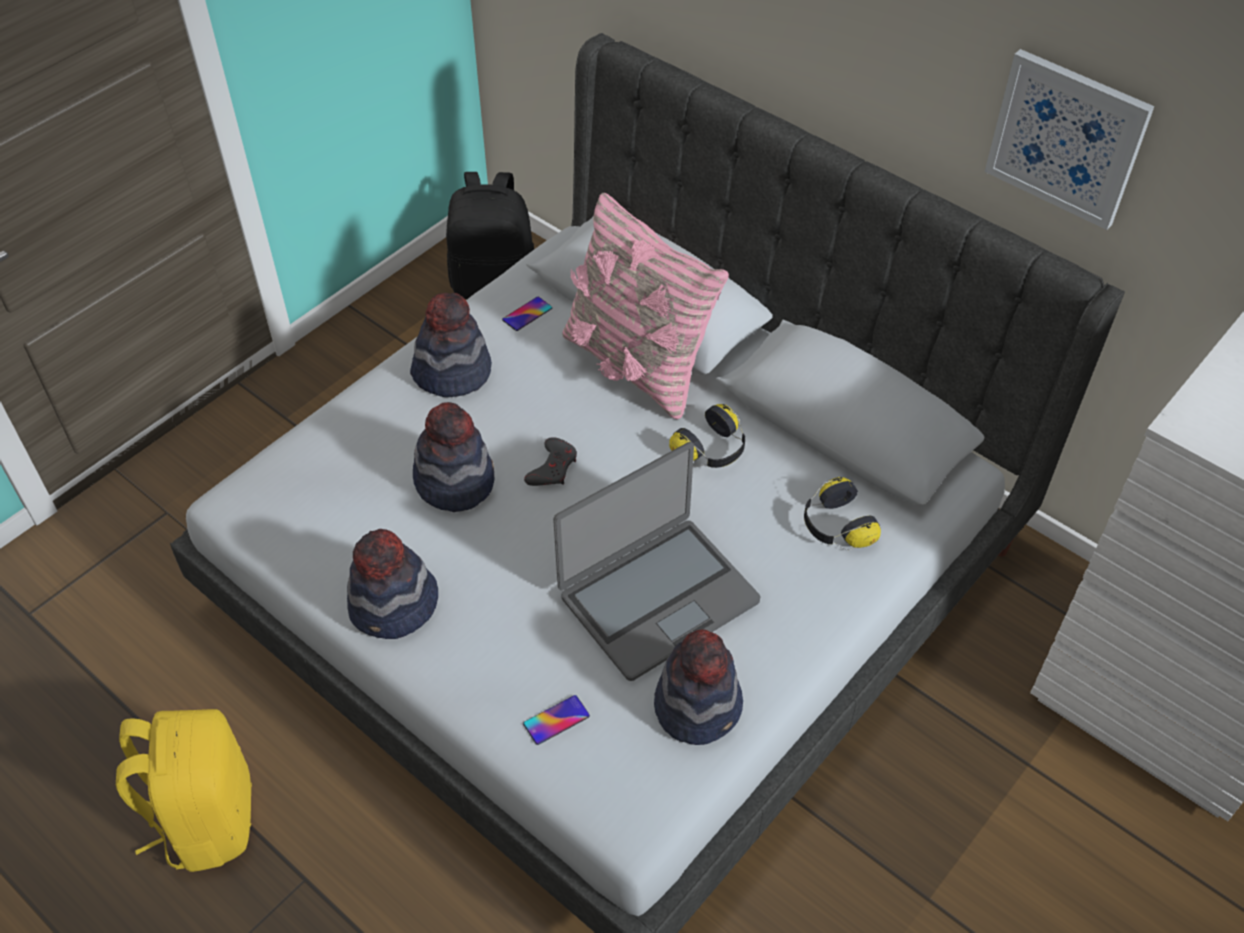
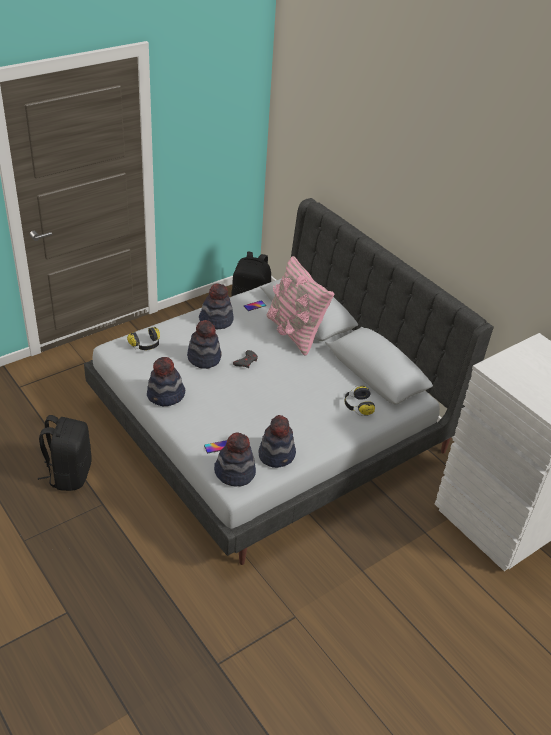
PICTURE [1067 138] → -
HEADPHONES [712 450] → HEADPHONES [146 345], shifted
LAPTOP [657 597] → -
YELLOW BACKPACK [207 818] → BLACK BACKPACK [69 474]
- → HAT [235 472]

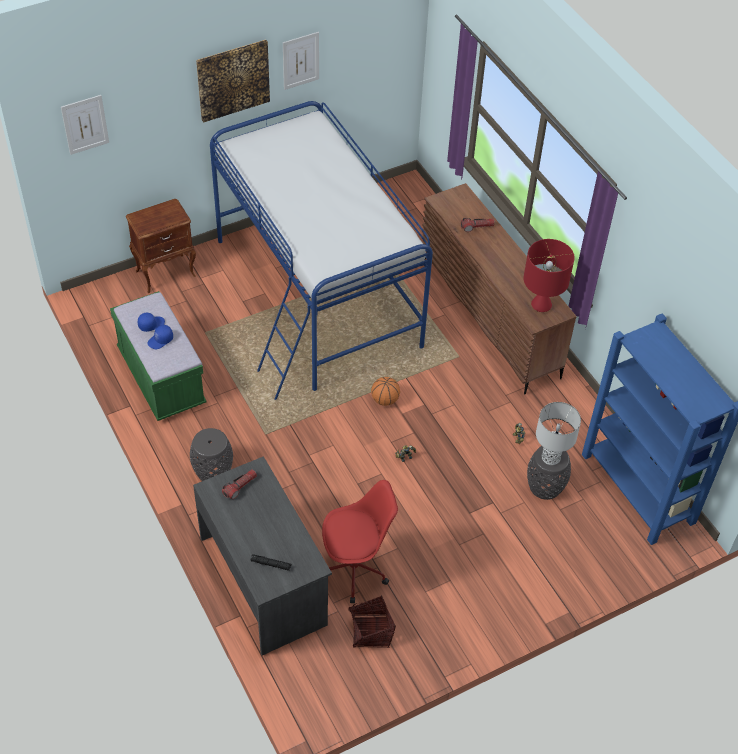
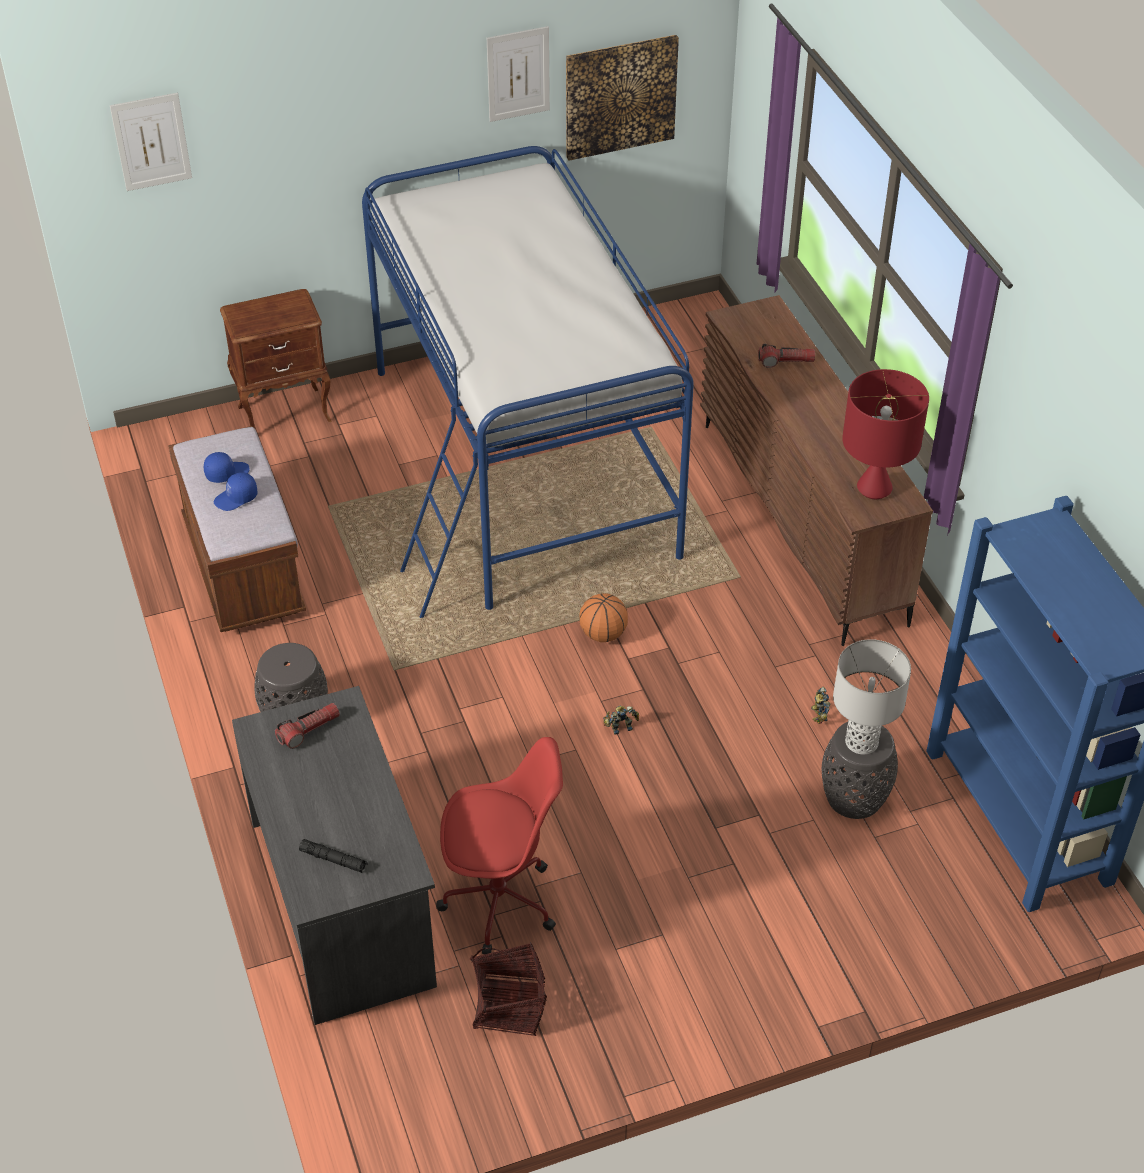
PICTURE [233 80] → PICTURE [620 96], shifted
GREEN BENCH [161 378] → BROWN BENCH [243 569]

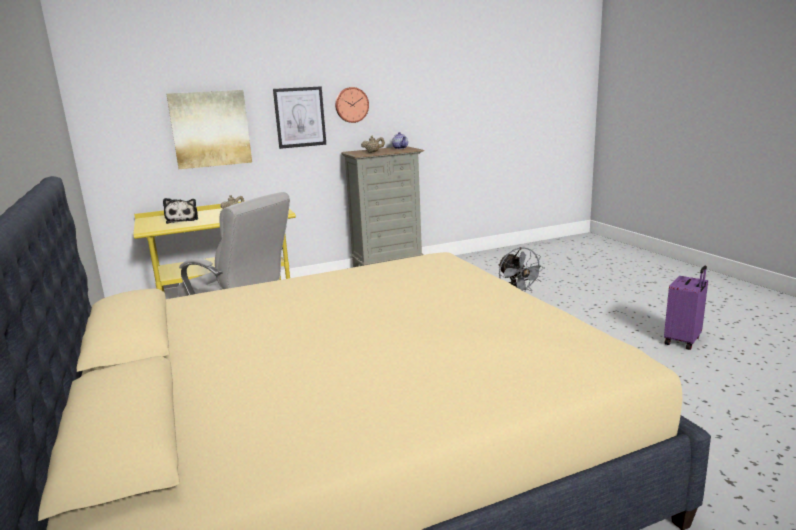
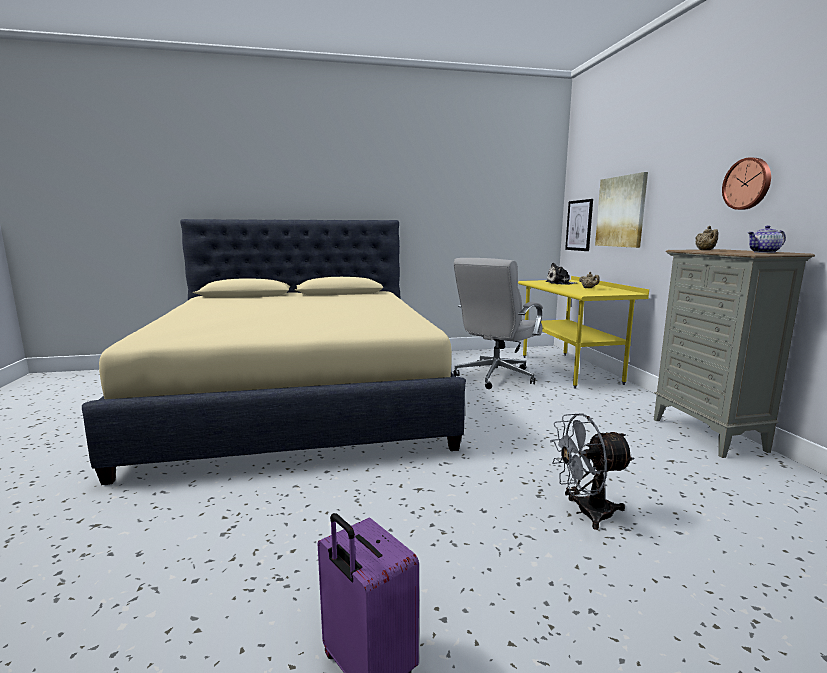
PICTURE [300 117] → PICTURE [579 225], shifted

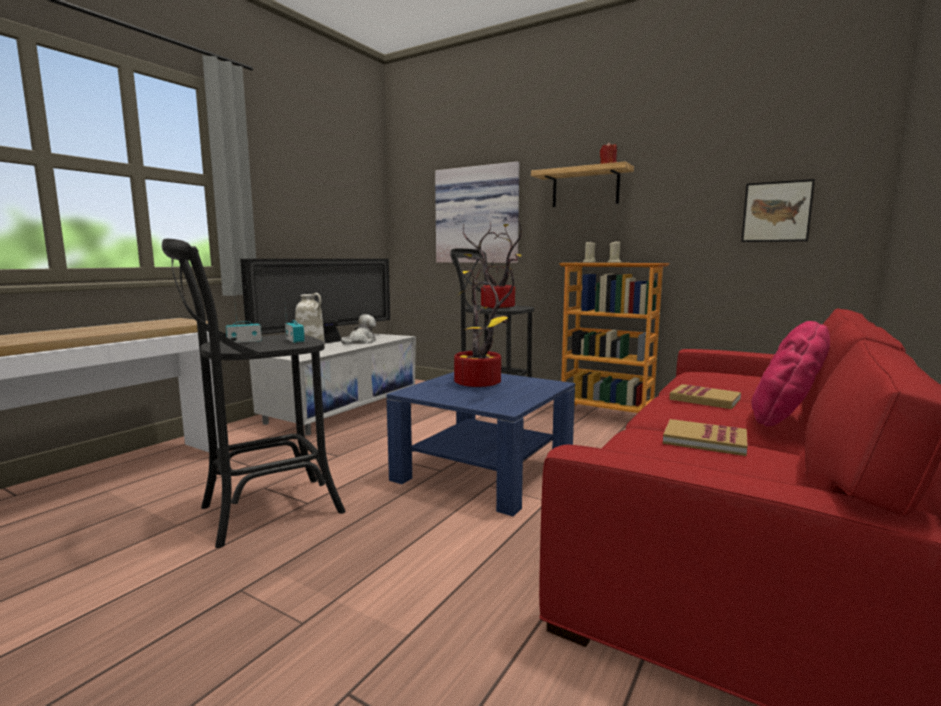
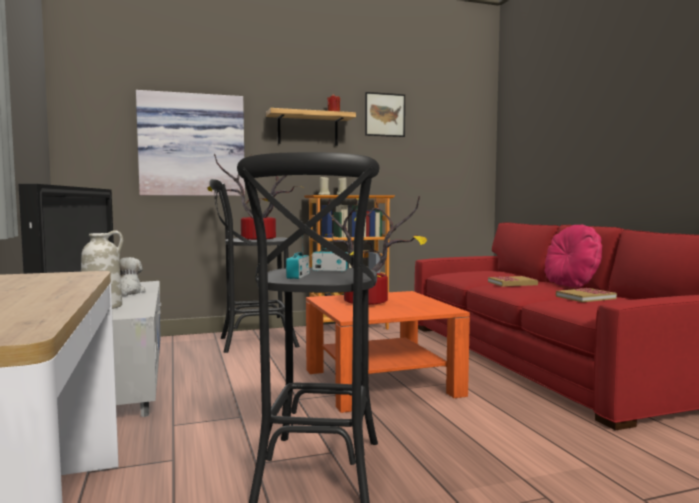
PICTURE [776 211] → PICTURE [385 115], shifted
BLUE COFFEE TABLE [484 471] → ORANGE COFFEE TABLE [381 382]

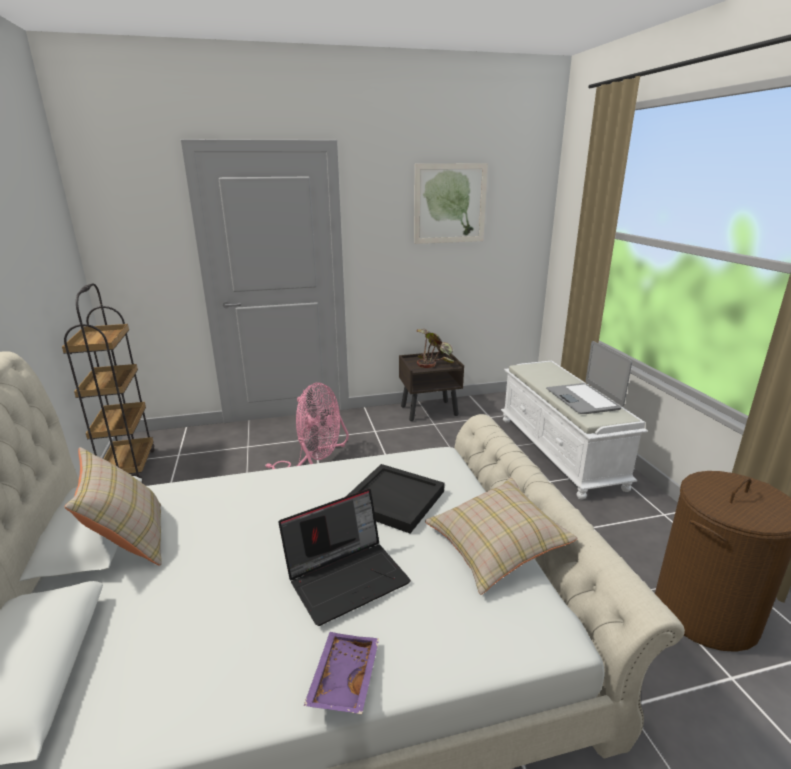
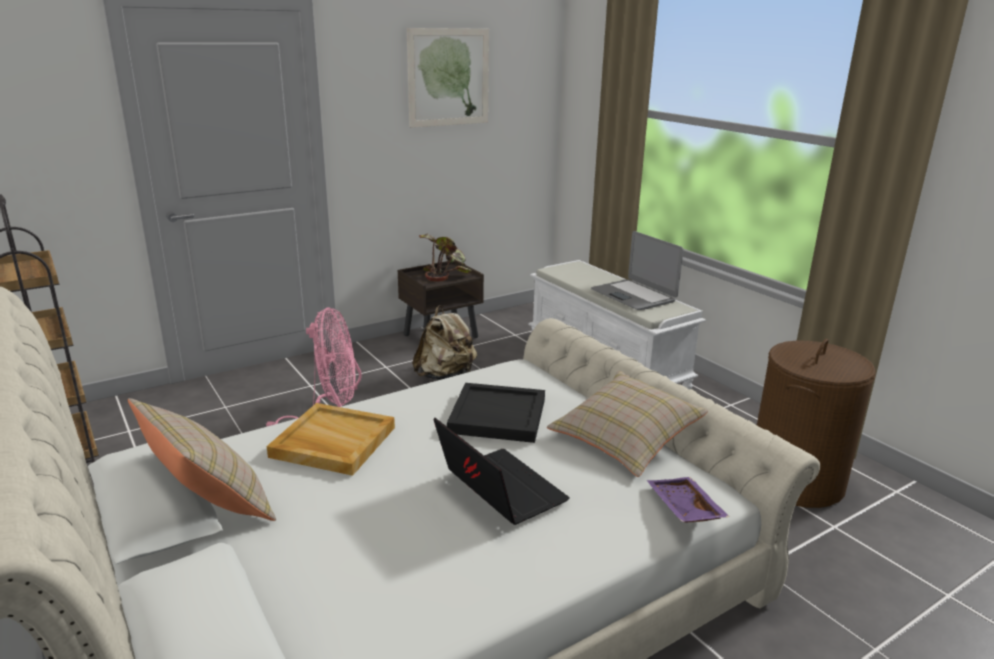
LAPTOP [347 576] → LAPTOP [498 489], 75 degrees counterclockwise
PURPLE TRAY [343 679] → PURPLE TRAY [682 509], shifted
- → BEIGE BACKPACK [445 376]
- → BEIGE TRAY [332 442]

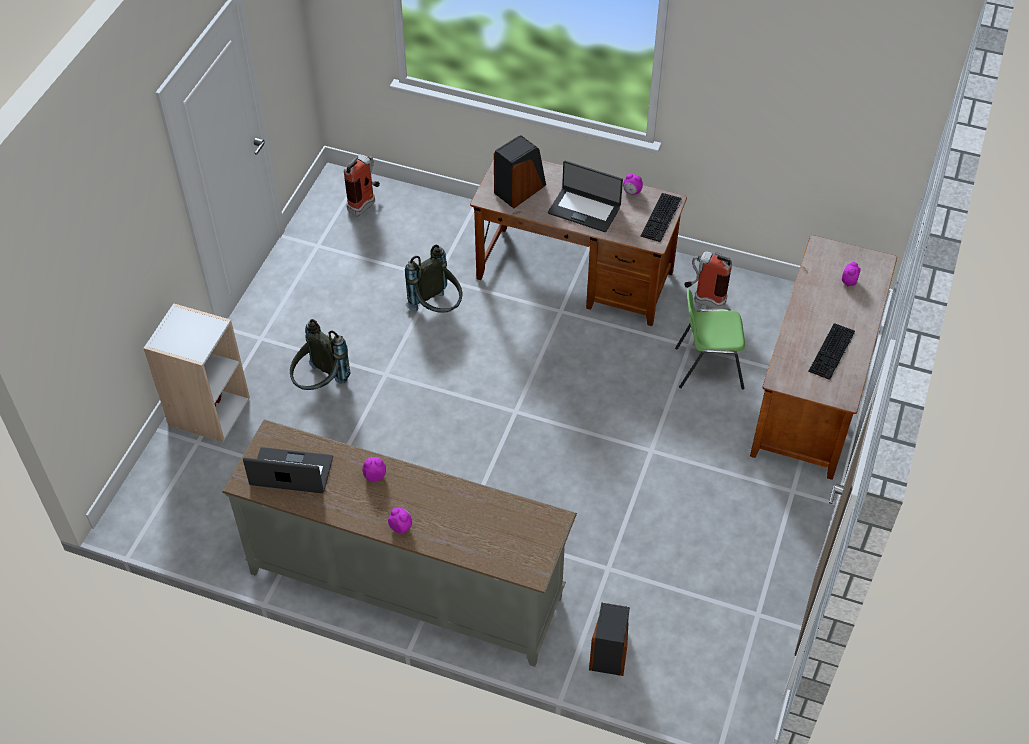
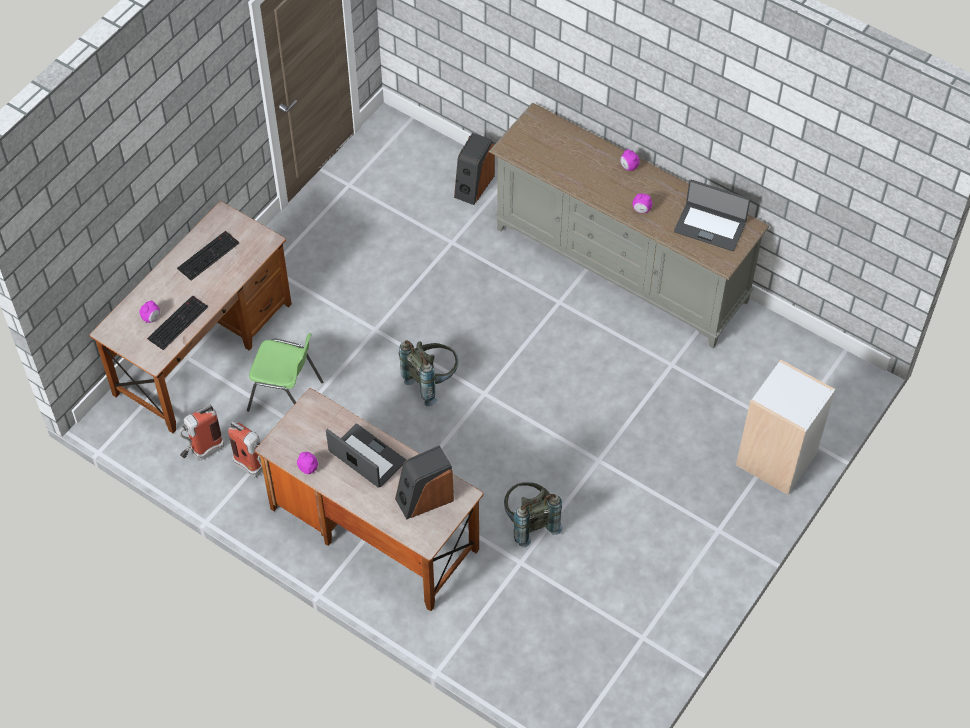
FIRE EXTINGUISHER [365 204] → FIRE EXTINGUISHER [202 452], shifted
KEYBOARD [661 218] → KEYBOARD [177 322], shifted
GREY BACKPACK [320 384] → GREY BACKPACK [431 381], shifted

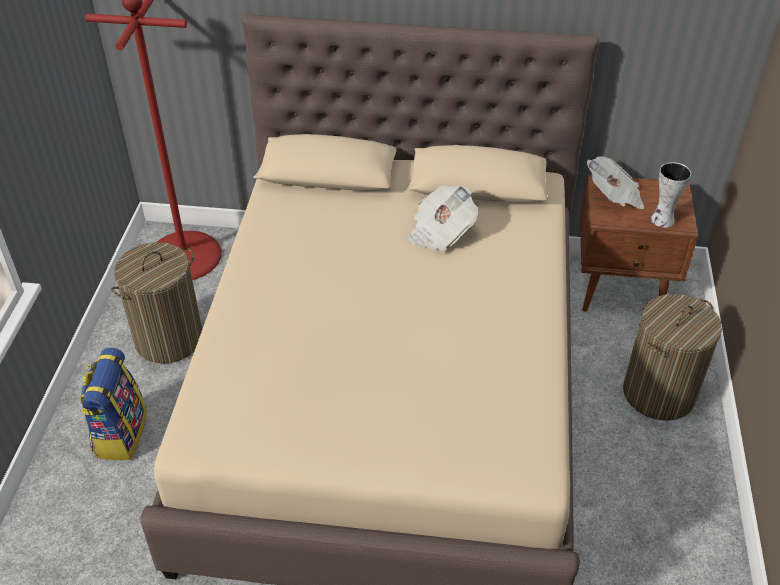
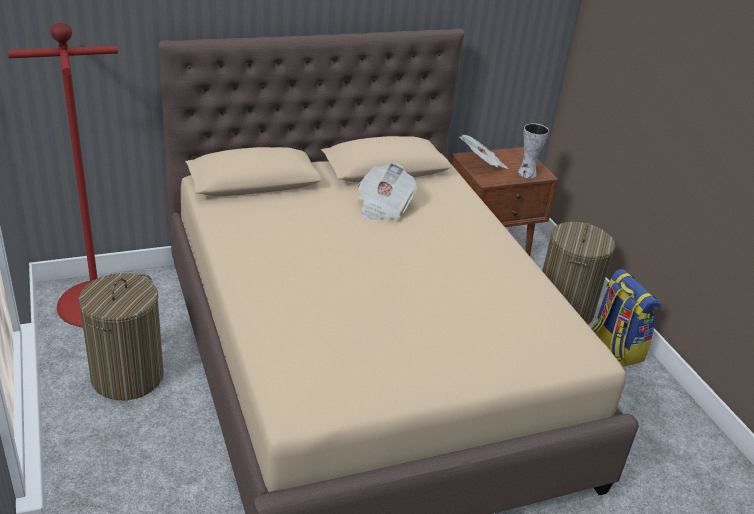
BACKPACK [120 433] → BACKPACK [615 347], shifted

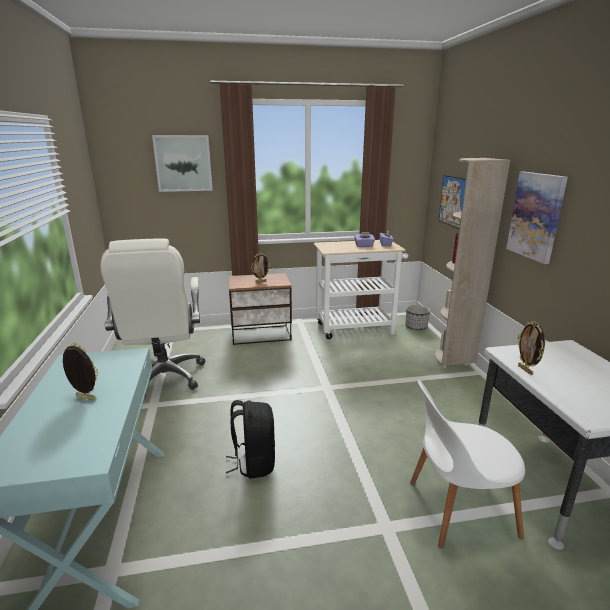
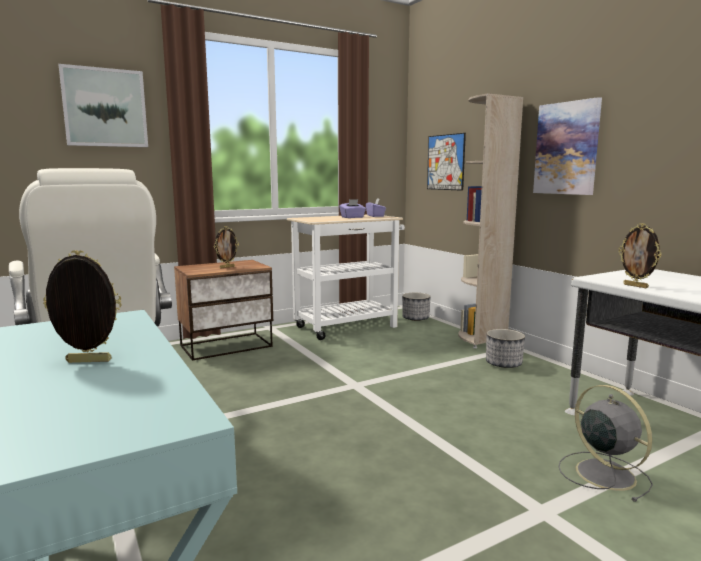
WHITE CHAIR [457 509] → GREY FAN [603 473]
BLACK BACKPACK [254 463] → -
- → PLANTER [504 364]

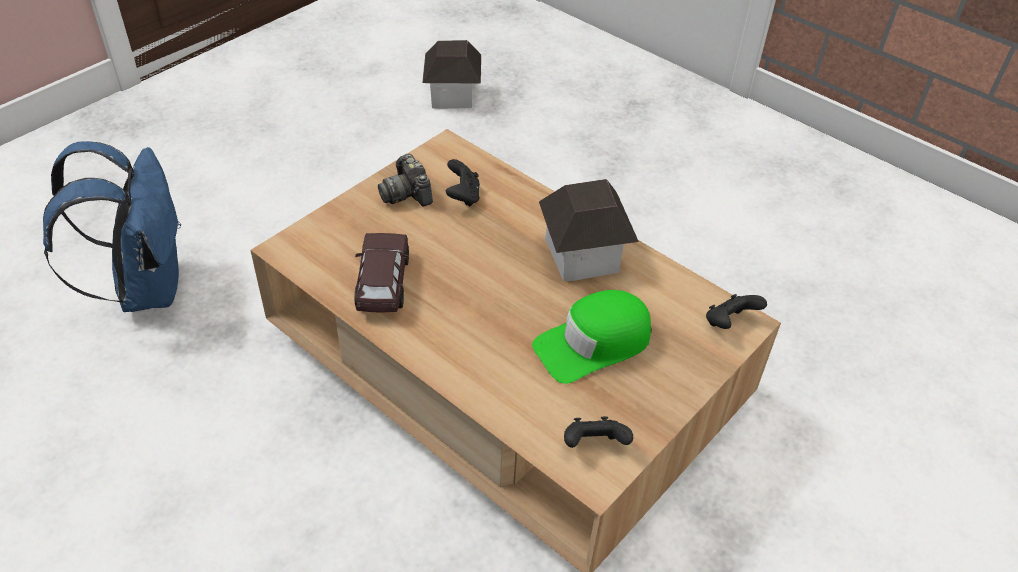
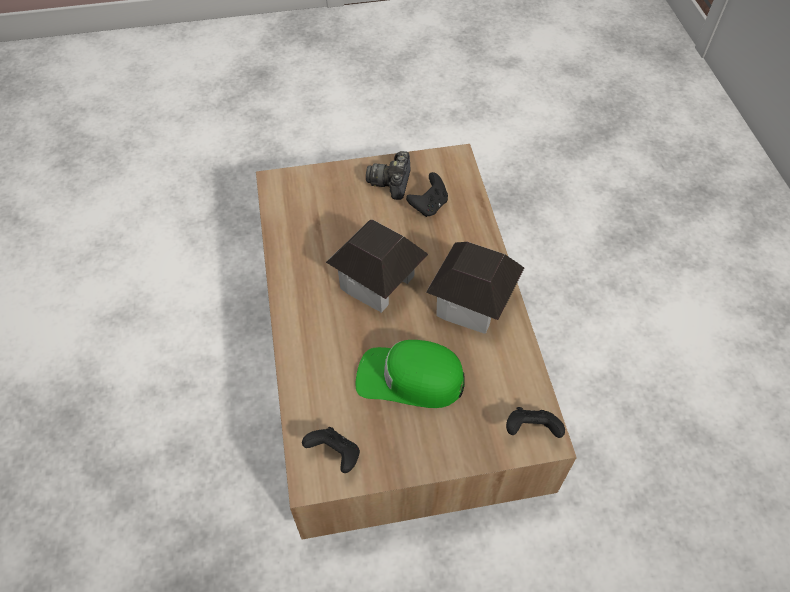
TOY HOUSE [452 95] → TOY HOUSE [377 282], shifted
BLUE BACKPACK [146 287] → -
BROWN TOY CAR [383 284] → -

